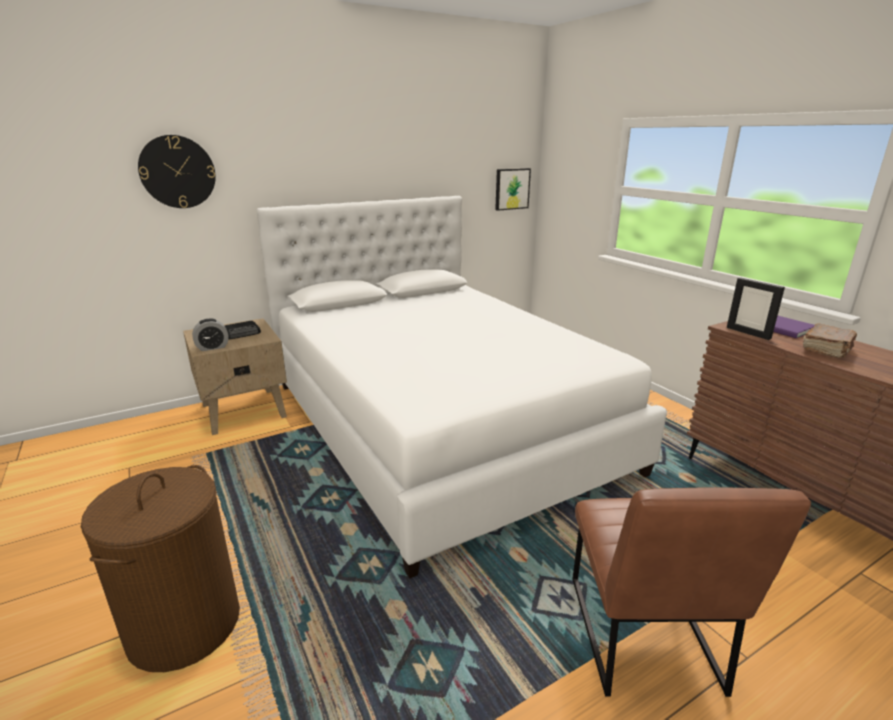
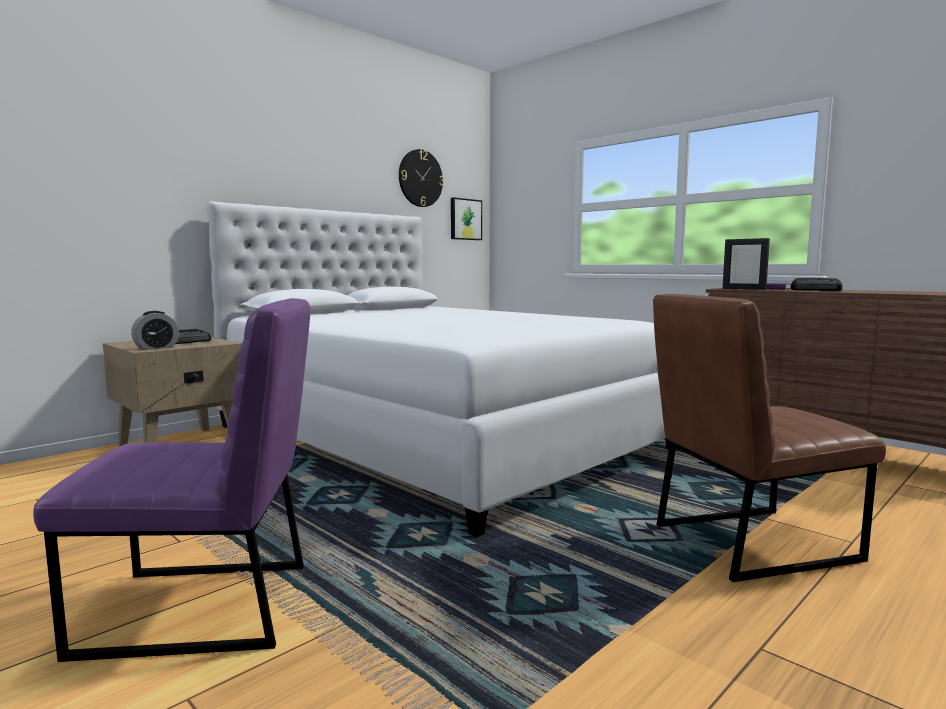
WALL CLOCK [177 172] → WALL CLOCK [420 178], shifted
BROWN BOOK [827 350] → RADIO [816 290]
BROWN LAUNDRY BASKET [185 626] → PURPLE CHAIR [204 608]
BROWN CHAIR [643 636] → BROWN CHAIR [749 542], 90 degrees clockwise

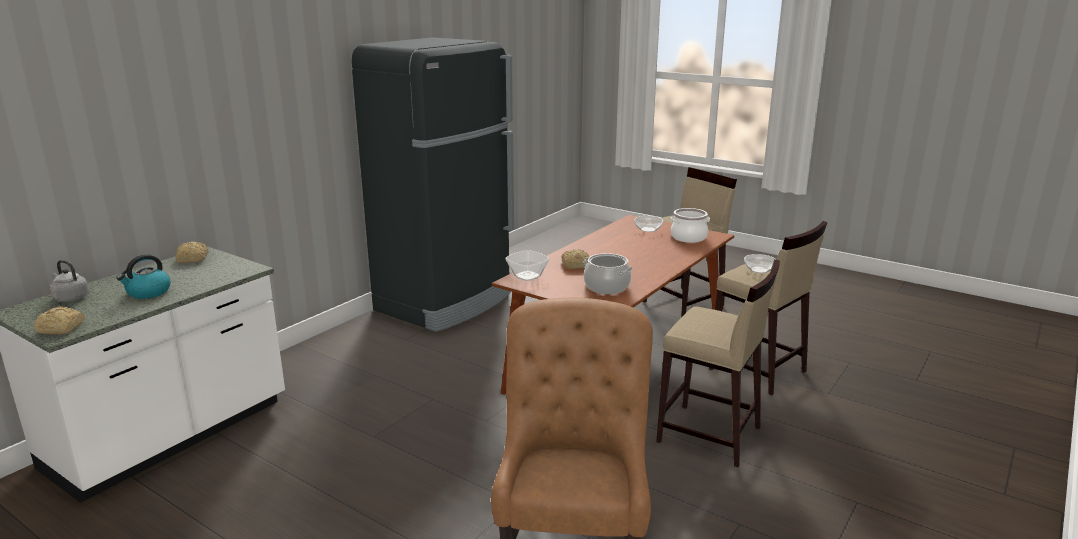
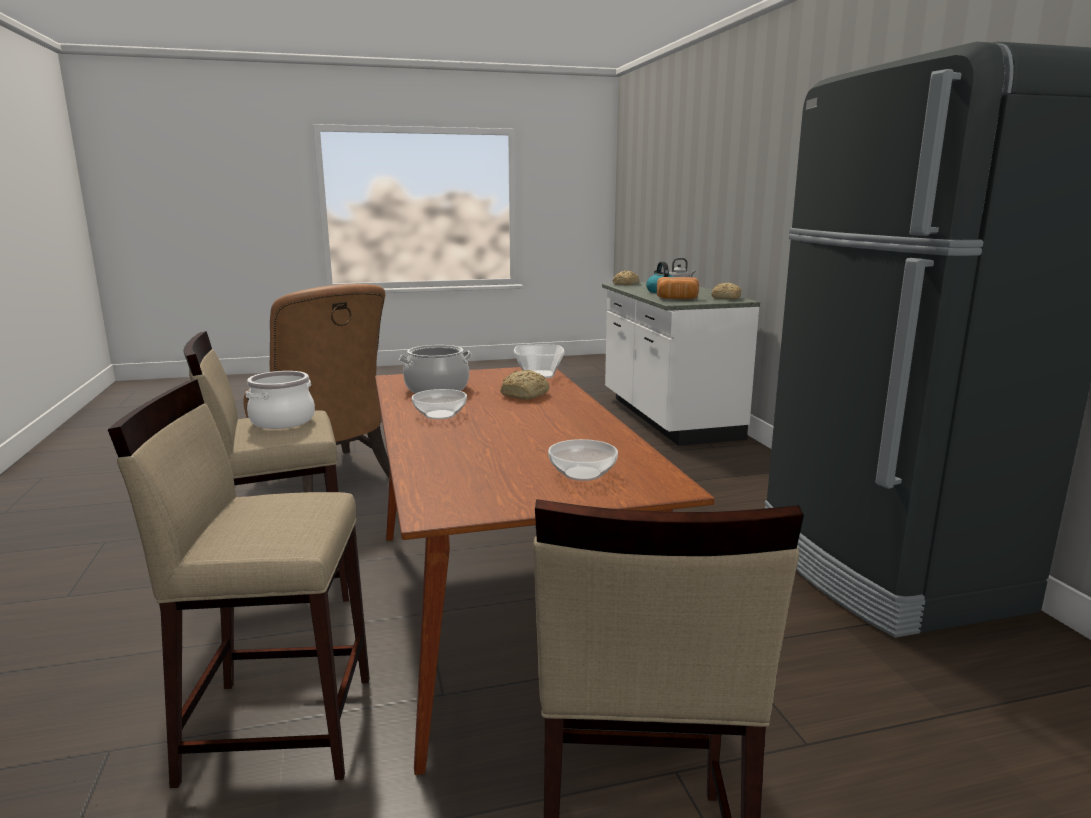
COOKING POT [688 237] → COOKING POT [283 421], shifted
BOWL [759 270] → BOWL [440 414], shifted
- → BREAD [677 299]

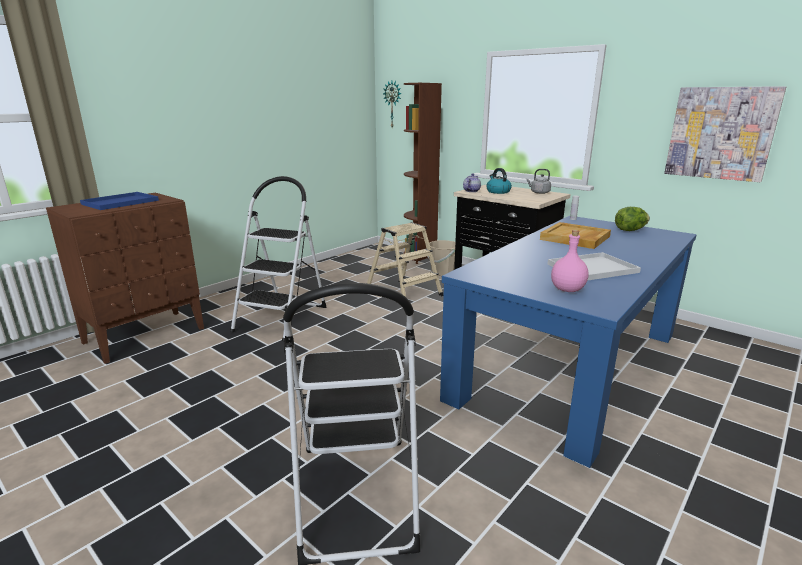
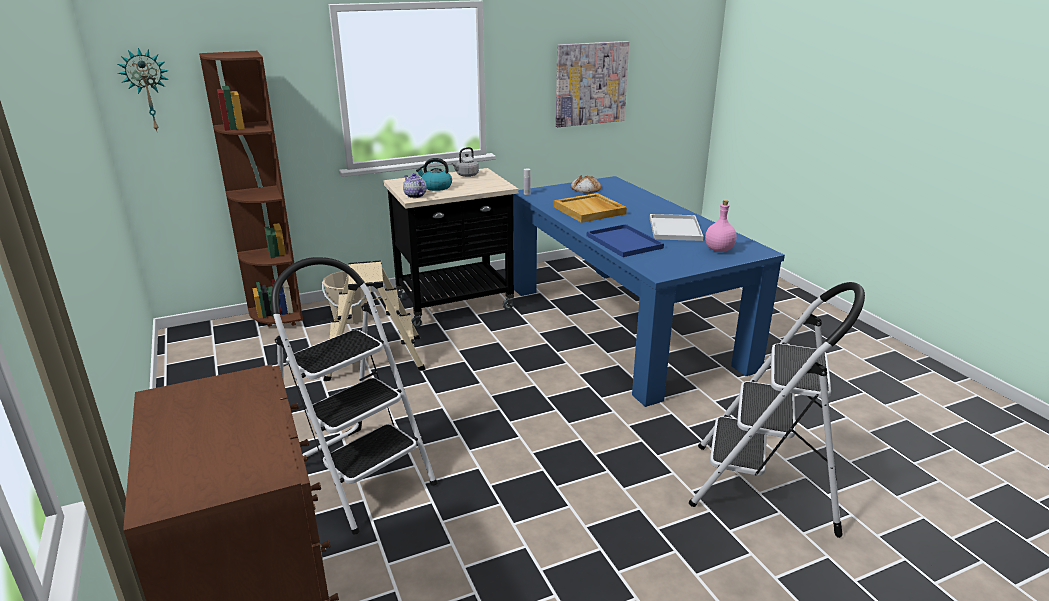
BLUE TRAY [121 202] → BLUE TRAY [622 241], shifted
LETTUCE [630 230] → BREAD [585 188]

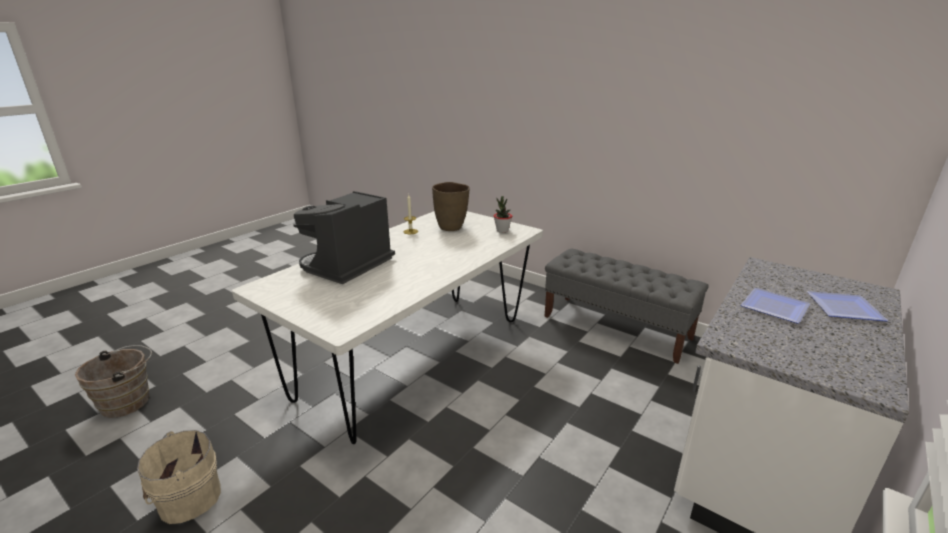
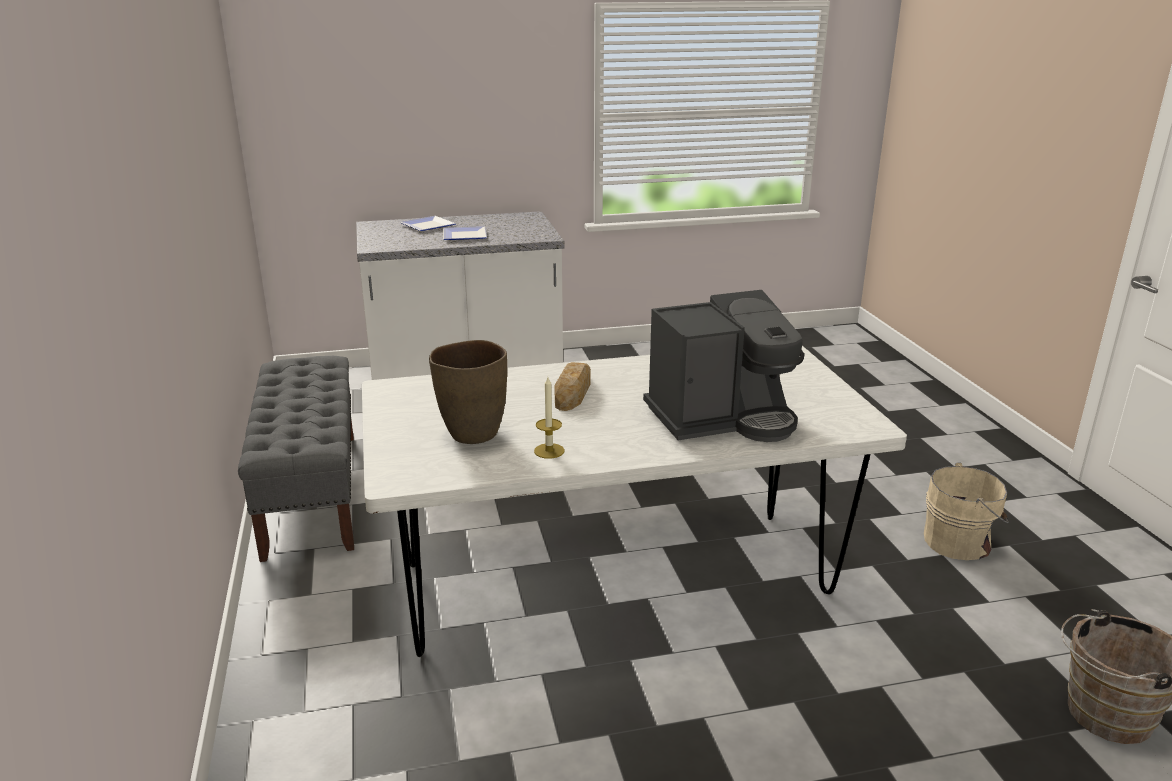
POTTED PLANT [502 230] → -
- → BREAD [573 392]

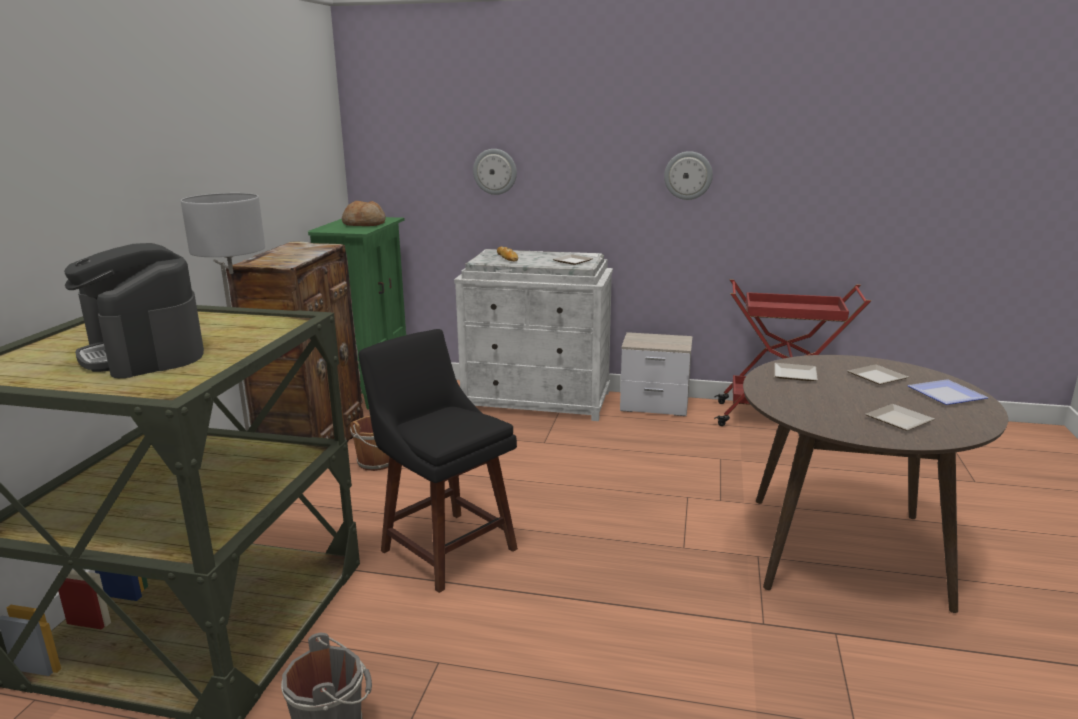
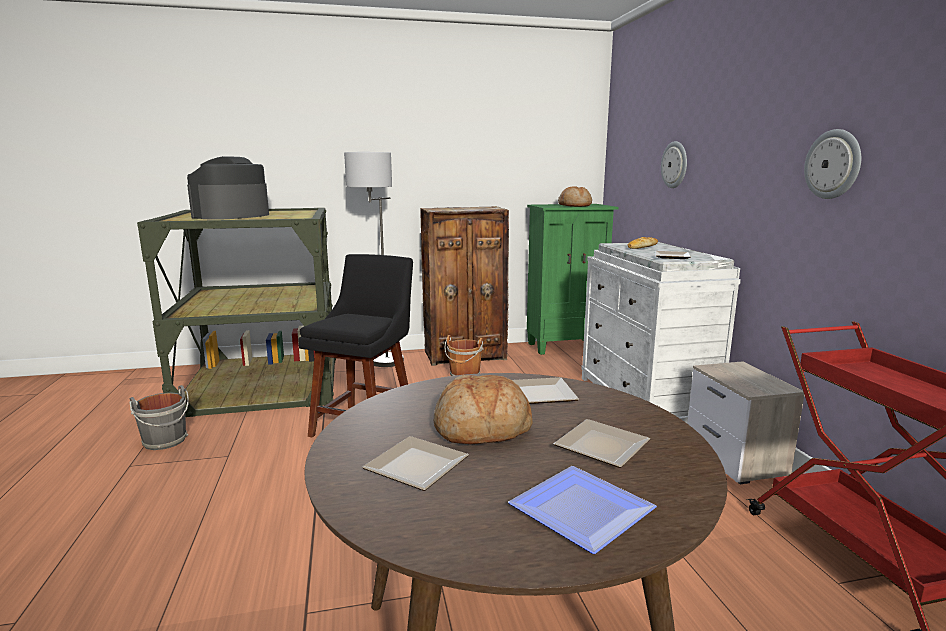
- → BREAD [482 429]

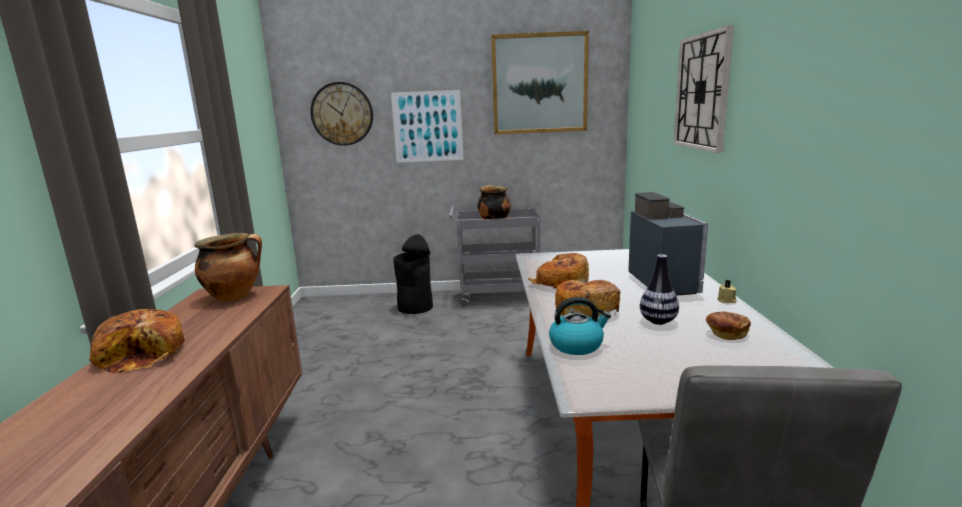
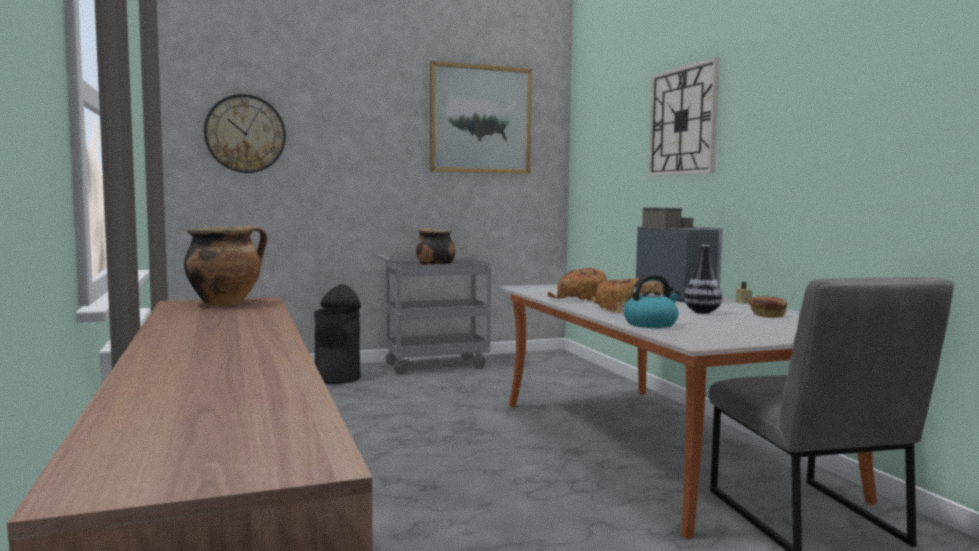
PICTURE [427 126] → -
BREAD [144 354] → -

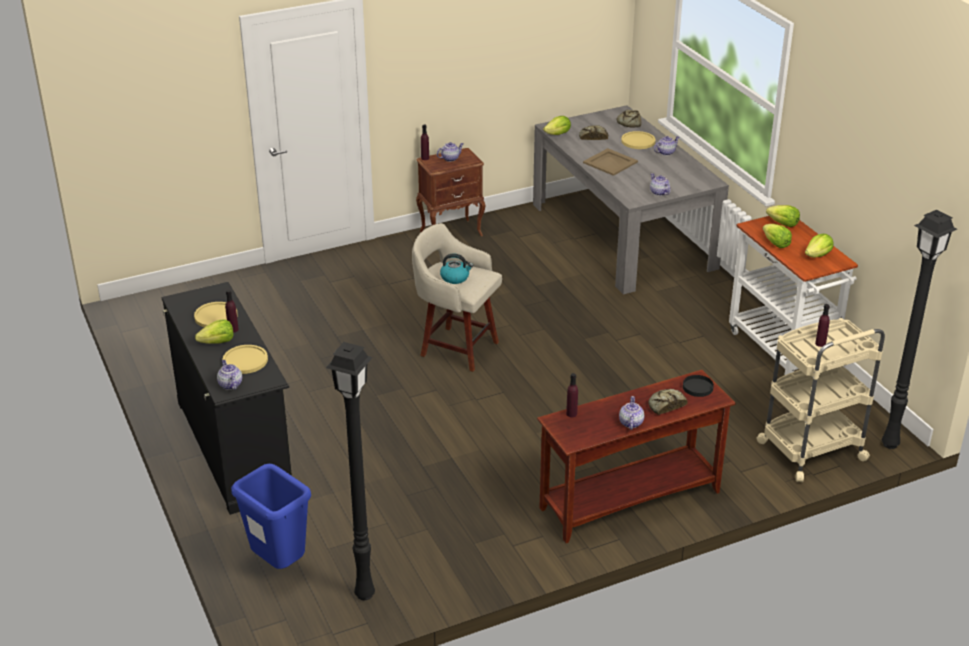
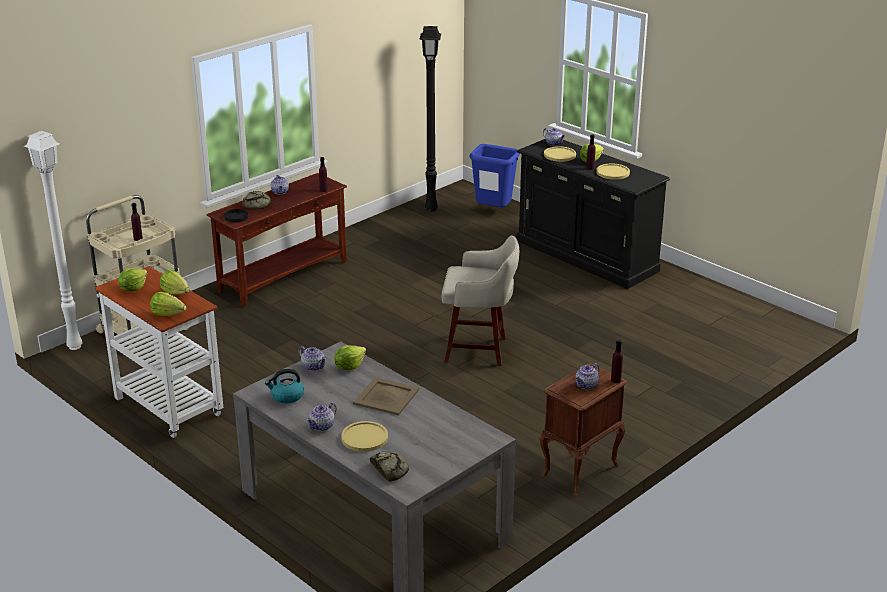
LETTUCE [558 134] → LETTUCE [349 366], shifted
BREAD [593 136] → -
BLACK FLOOR LAMP [890 443] → WHITE FLOOR LAMP [75 347]
KETTLE [455 278] → KETTLE [286 396], shifted

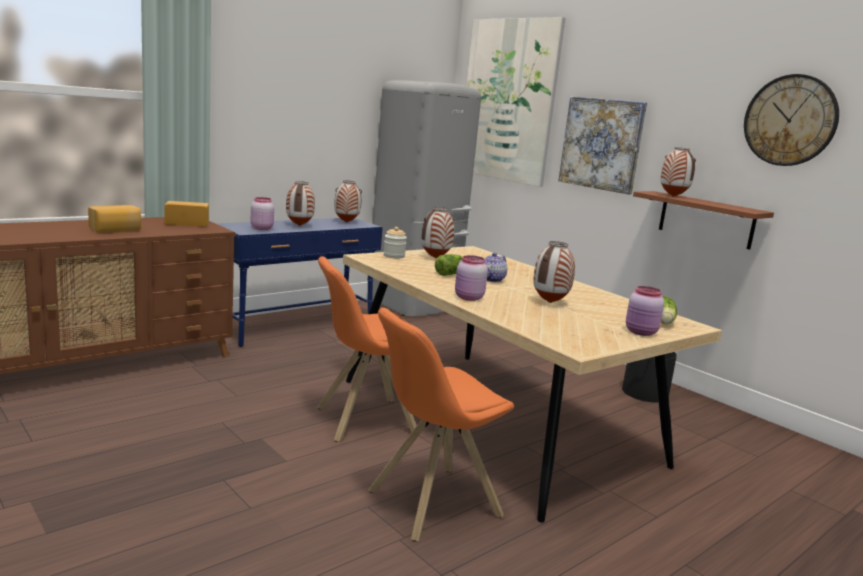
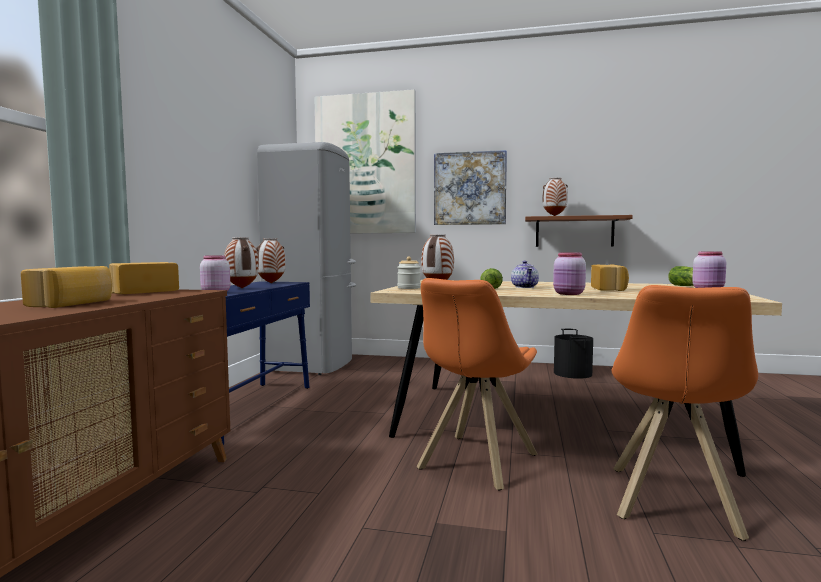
WALL CLOCK [790 120] → -
VASE [550 303] → BREAD [609 289]

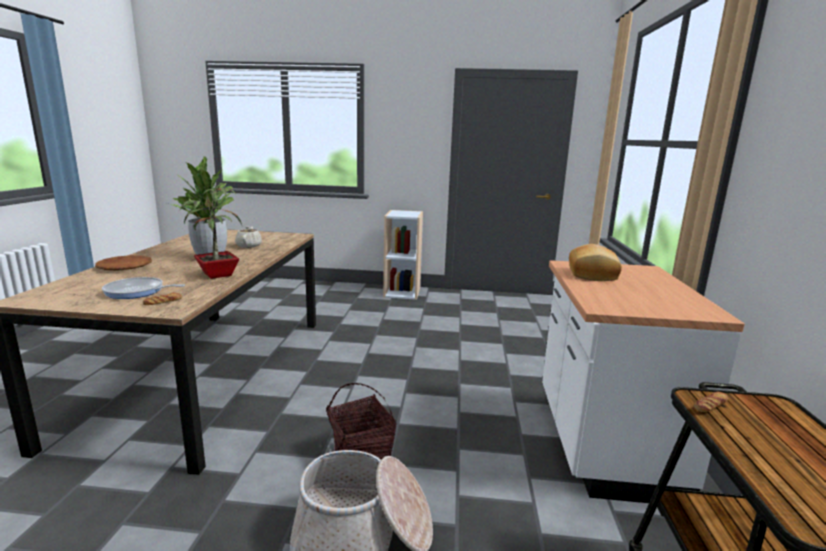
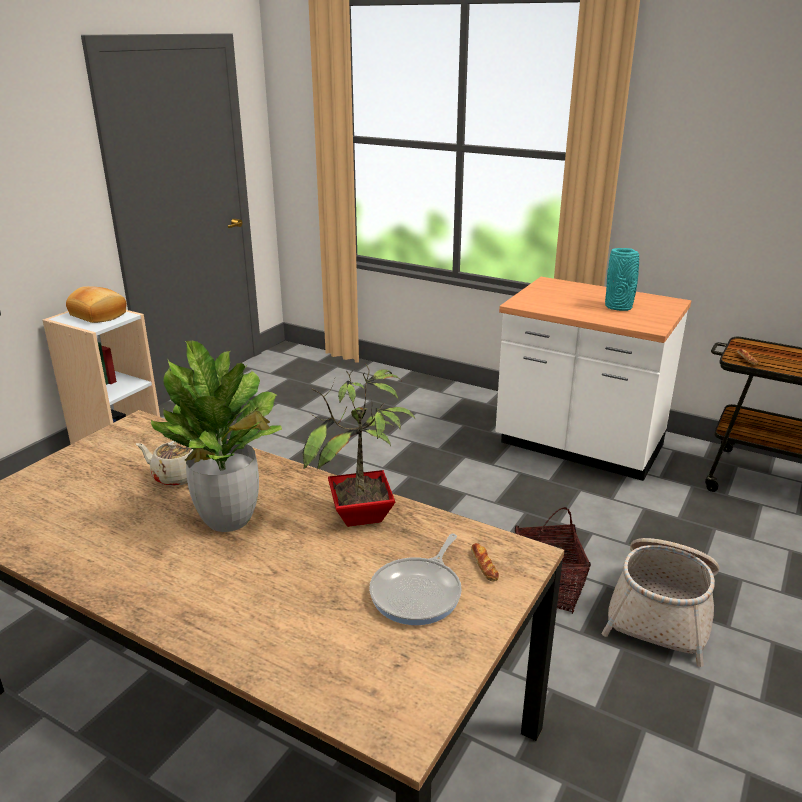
BREAD [593 274] → BREAD [99 315], shifted
BROWN PLATE [124 266] → -
- → TURQUOISE VASE [619 307]

